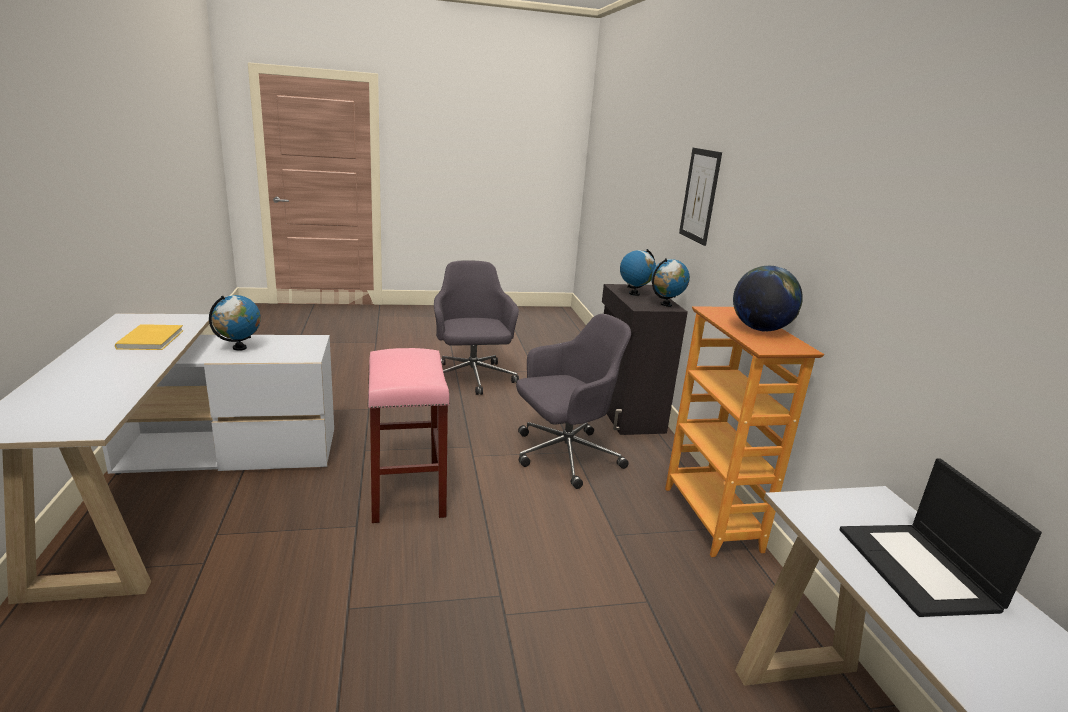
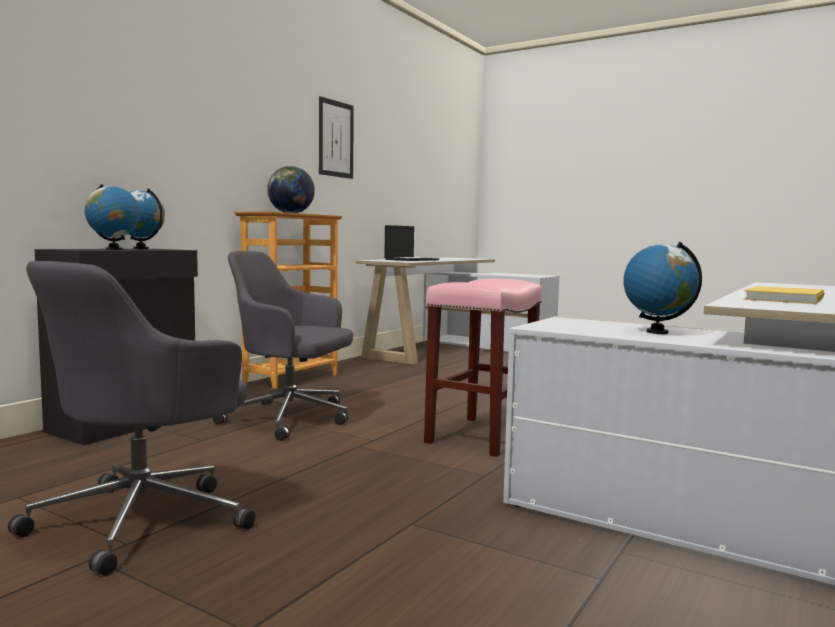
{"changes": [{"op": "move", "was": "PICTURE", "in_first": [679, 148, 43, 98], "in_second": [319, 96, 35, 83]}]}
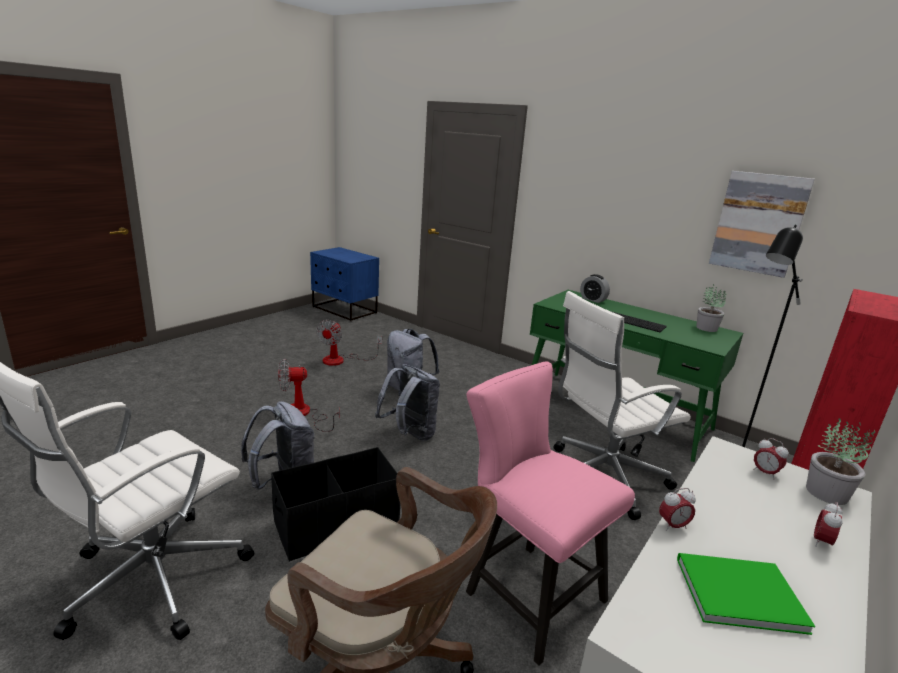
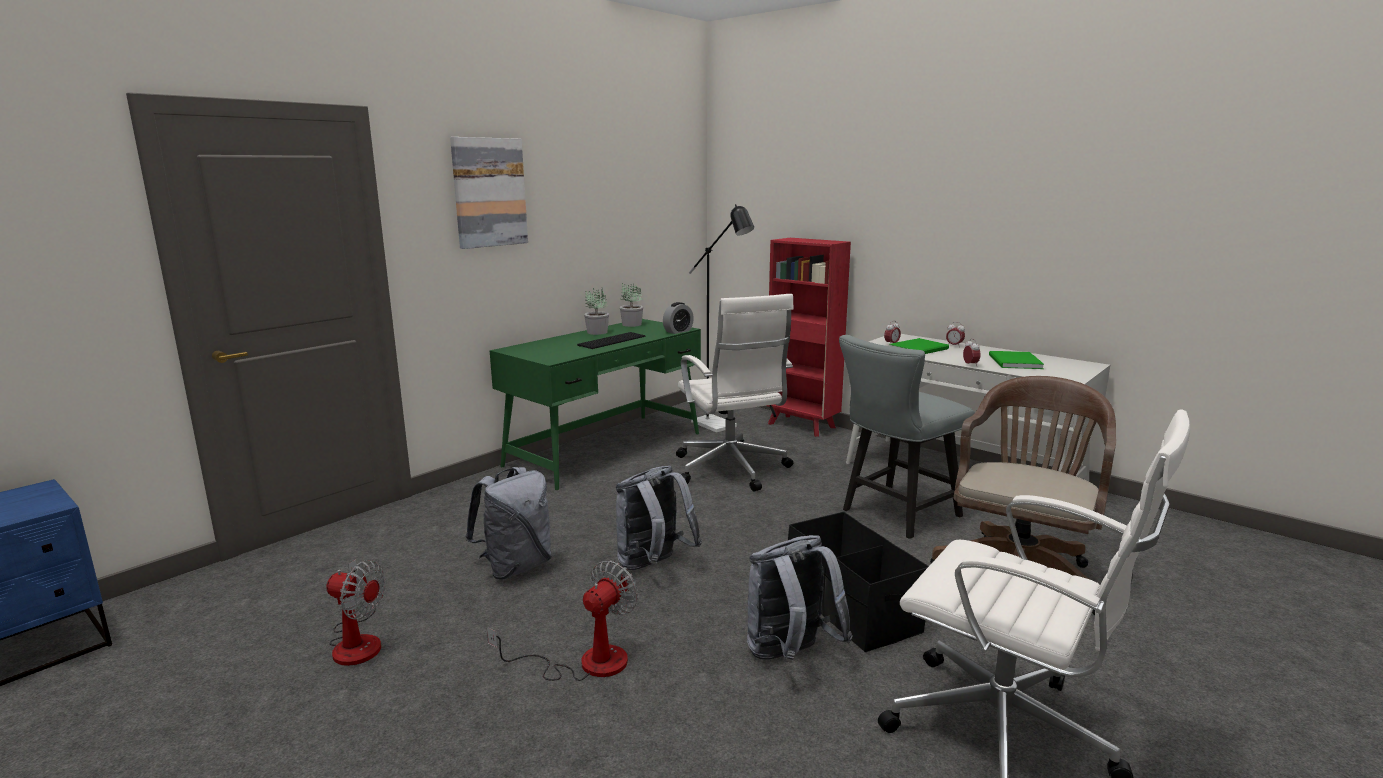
{"changes": [{"op": "insert", "now": "GREEN BOOK", "in_second": [889, 338, 60, 16]}, {"op": "move", "was": "ALARM CLOCK", "in_first": [580, 274, 30, 29], "in_second": [663, 302, 31, 32]}, {"op": "move", "was": "PICTURE", "in_first": [709, 171, 106, 107], "in_second": [450, 137, 78, 112]}, {"op": "move", "was": "POTTED PLANT", "in_first": [806, 418, 69, 87], "in_second": [584, 288, 25, 47]}, {"op": "recolor", "was": "PINK CHAIR", "now": "GREY CHAIR", "in_first": [466, 361, 169, 305], "in_second": [839, 335, 136, 204]}, {"op": "rotate", "was": "FAN", "in_first": [278, 359, 62, 73], "in_second": [487, 560, 151, 121], "clockwise": -135}]}
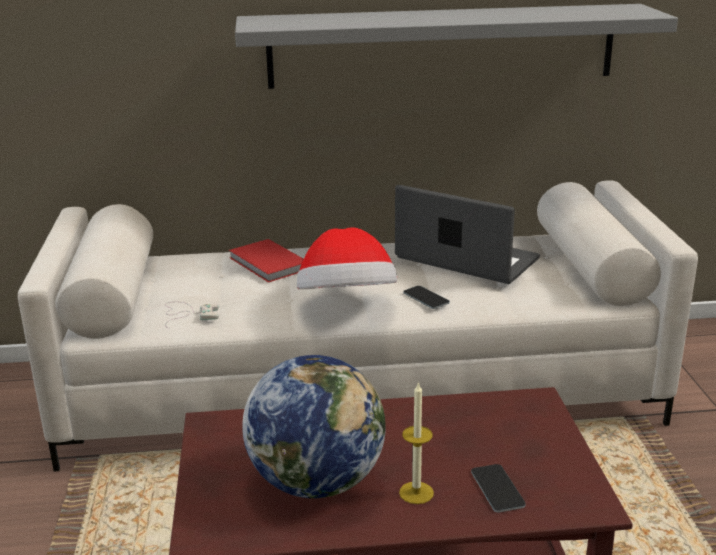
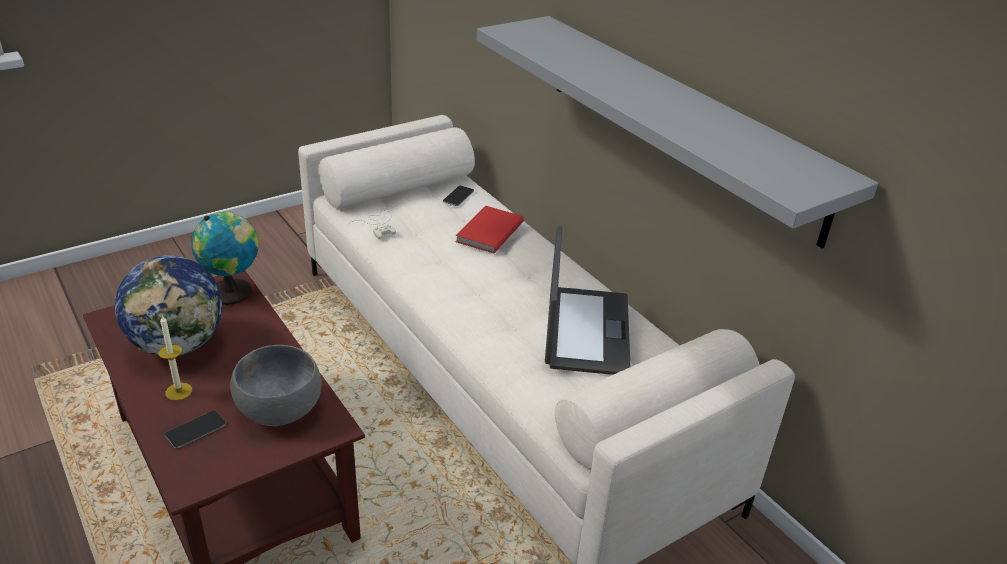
{"changes": [{"op": "delete", "was": "HAT", "in_first": [297, 227, 100, 62]}, {"op": "insert", "now": "GLOBE", "in_second": [191, 212, 68, 93]}, {"op": "insert", "now": "GREY BOWL", "in_second": [230, 345, 92, 81]}, {"op": "move", "was": "PHONE", "in_first": [403, 286, 47, 23], "in_second": [443, 186, 31, 20]}]}
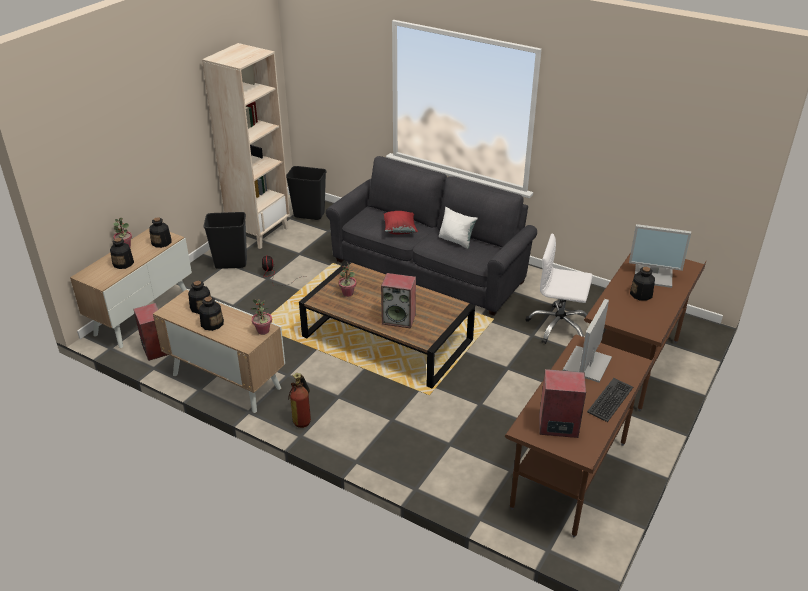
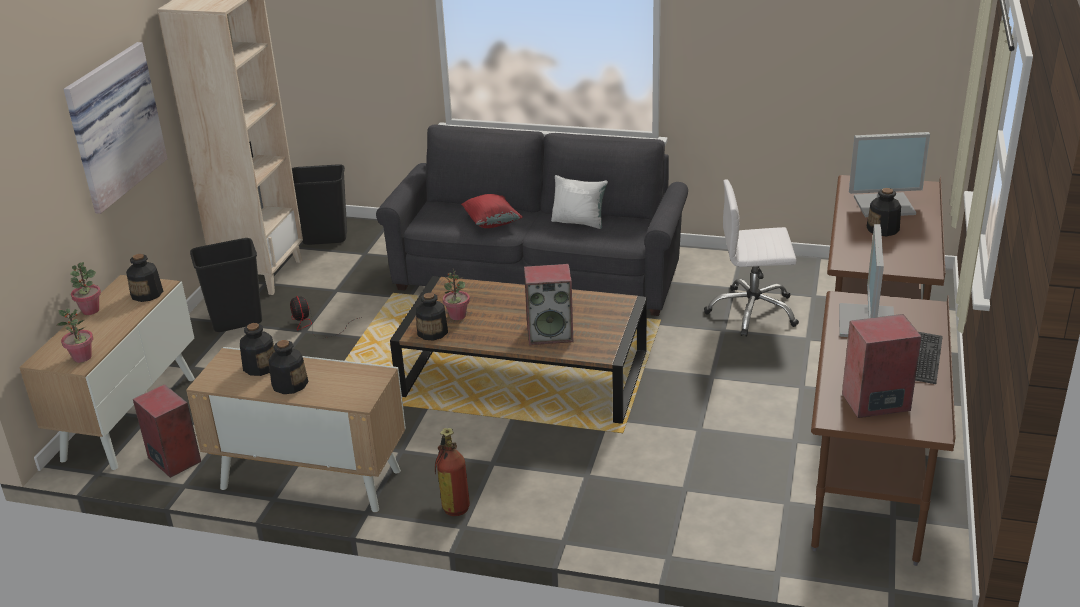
{"changes": [{"op": "insert", "now": "PICTURE", "in_second": [63, 42, 105, 172]}, {"op": "move", "was": "BOTTLE", "in_first": [110, 238, 24, 31], "in_second": [416, 293, 32, 48]}, {"op": "move", "was": "POTTED PLANT", "in_first": [251, 299, 21, 36], "in_second": [57, 308, 36, 55]}]}
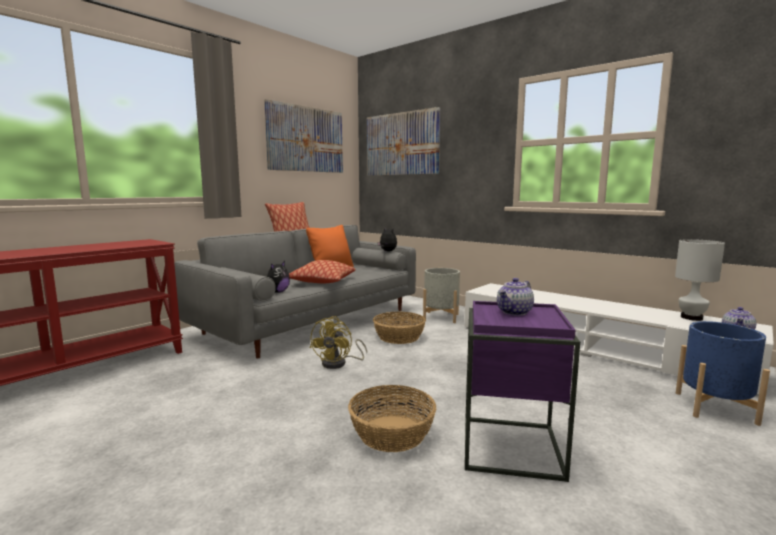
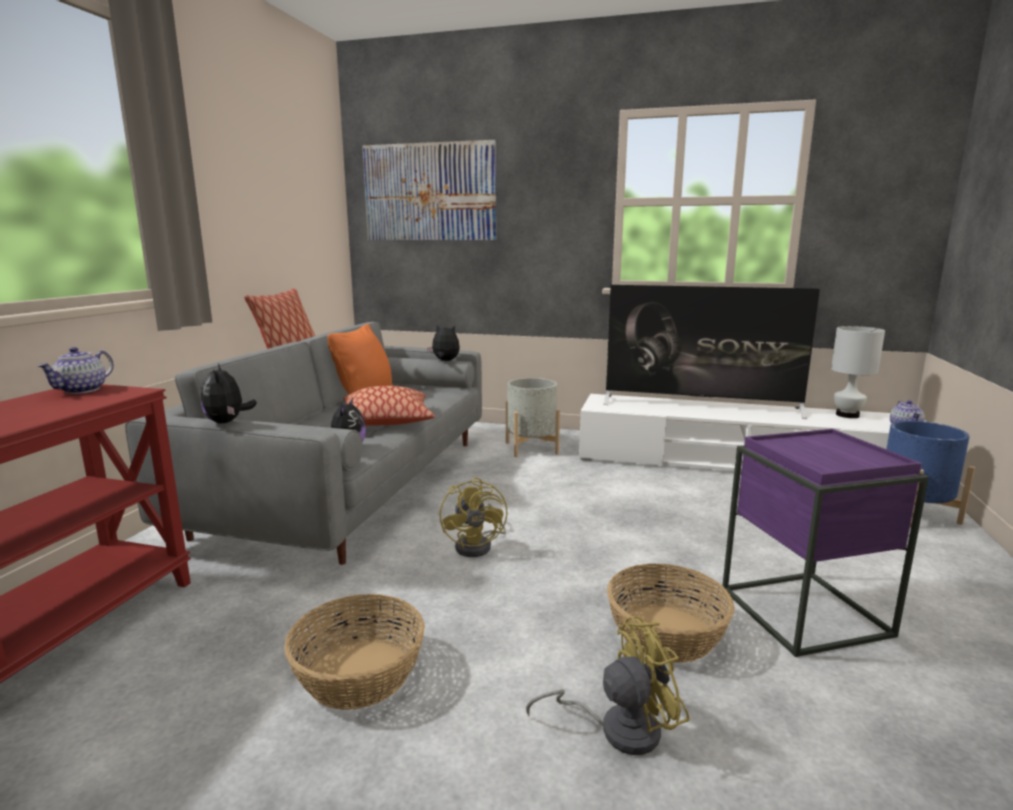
{"changes": [{"op": "delete", "was": "PICTURE", "in_first": [264, 99, 79, 74]}, {"op": "insert", "now": "PLUSH TOY", "in_second": [201, 364, 56, 59]}, {"op": "insert", "now": "YELLOW FAN", "in_second": [526, 617, 164, 138]}, {"op": "insert", "now": "TELEVISION", "in_second": [604, 285, 216, 134]}, {"op": "move", "was": "BASKET", "in_first": [373, 312, 53, 32], "in_second": [284, 594, 141, 116]}, {"op": "move", "was": "TEAPOT", "in_first": [497, 278, 37, 38], "in_second": [37, 347, 77, 47]}]}
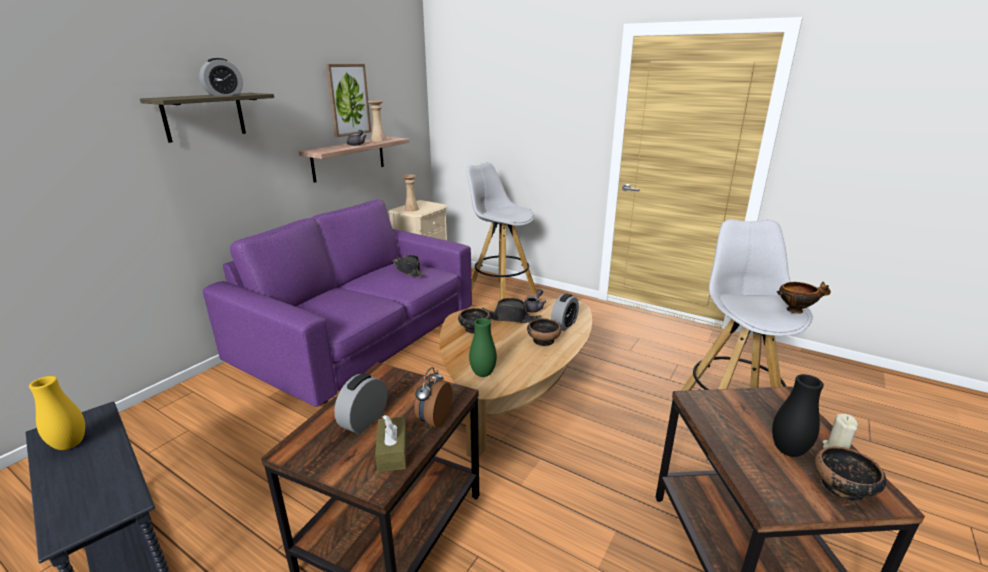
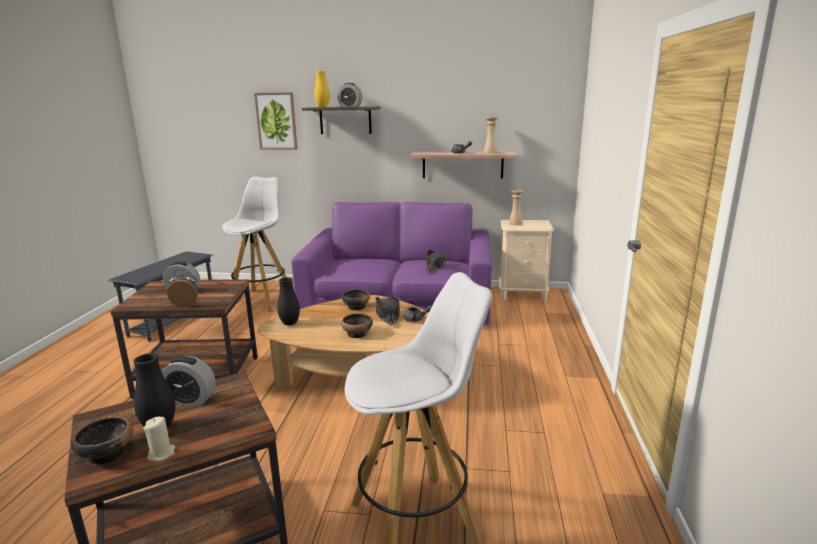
{"changes": [{"op": "delete", "was": "BROWN TISSUE BOX", "in_first": [375, 415, 32, 57]}, {"op": "delete", "was": "BOWL", "in_first": [777, 282, 54, 32]}, {"op": "move", "was": "YELLOW VASE", "in_first": [29, 376, 56, 74], "in_second": [314, 71, 16, 36]}, {"op": "move", "was": "PICTURE", "in_first": [326, 64, 45, 73], "in_second": [254, 92, 43, 58]}, {"op": "move", "was": "WHITE STOOL", "in_first": [466, 162, 71, 138], "in_second": [222, 176, 64, 136]}, {"op": "move", "was": "ALARM CLOCK", "in_first": [551, 294, 28, 37], "in_second": [161, 356, 55, 50]}, {"op": "recolor", "was": "GREEN VASE", "now": "BLACK VASE", "in_first": [469, 318, 28, 59], "in_second": [277, 277, 23, 48]}]}
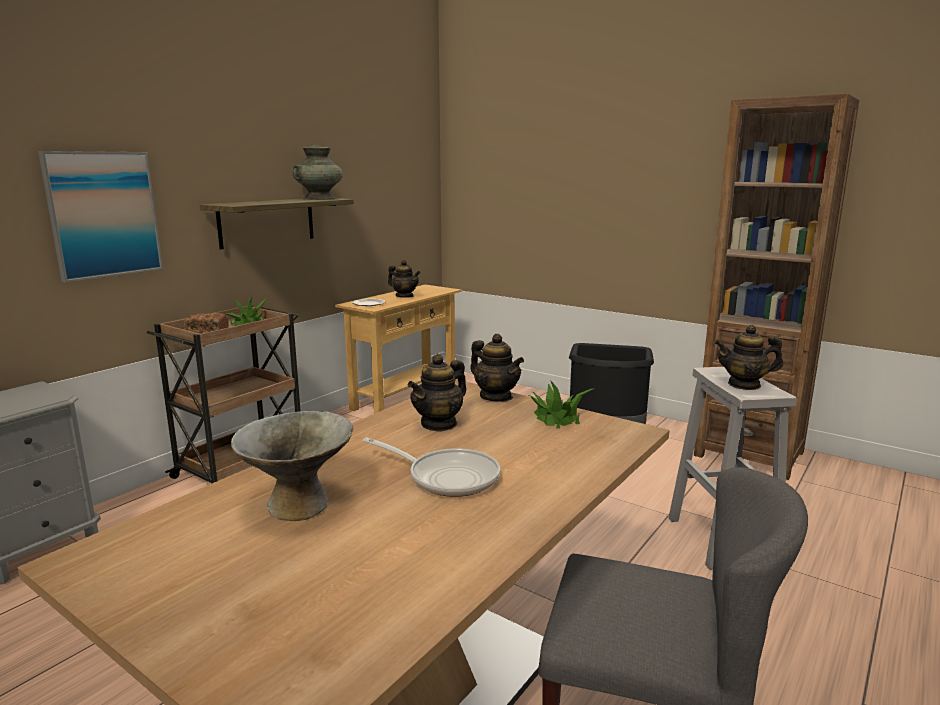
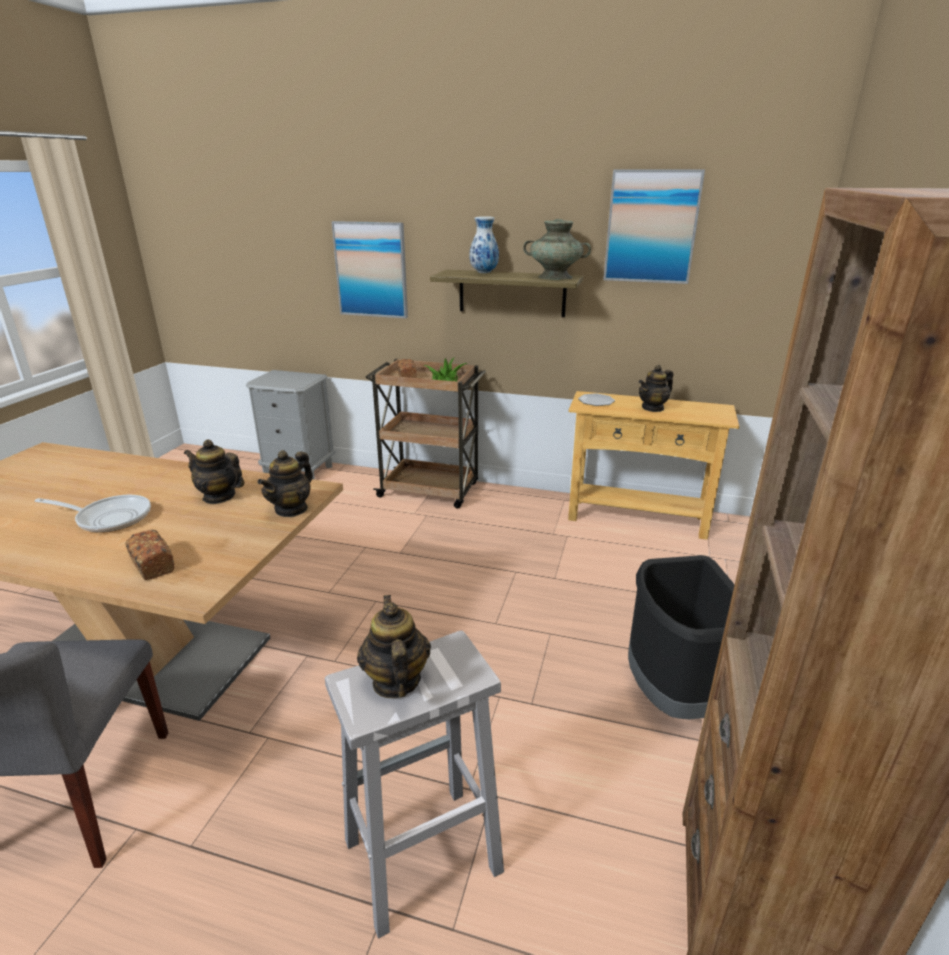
{"changes": [{"op": "delete", "was": "GREY BOWL", "in_first": [231, 411, 122, 110]}, {"op": "delete", "was": "POTTED PLANT", "in_first": [529, 380, 64, 49]}, {"op": "insert", "now": "BREAD", "in_second": [125, 530, 50, 50]}, {"op": "insert", "now": "VASE", "in_second": [470, 216, 29, 57]}, {"op": "insert", "now": "PICTURE", "in_second": [603, 170, 102, 114]}, {"op": "rotate", "was": "FRYING PAN", "in_first": [363, 437, 137, 60], "in_second": [35, 495, 116, 38], "clockwise": -90}, {"op": "rotate", "was": "TEAPOT", "in_first": [388, 260, 32, 38], "in_second": [639, 365, 34, 47], "clockwise": 45}]}
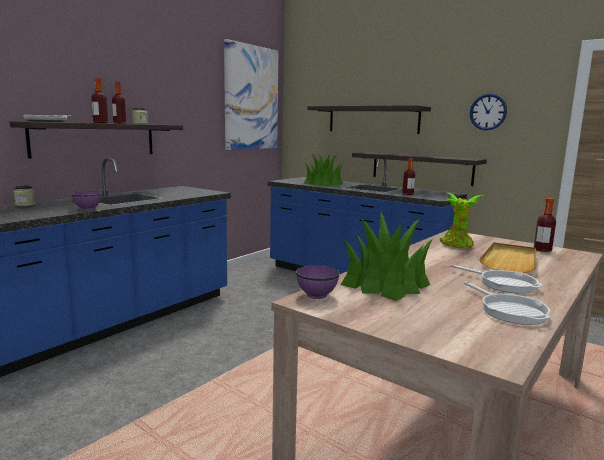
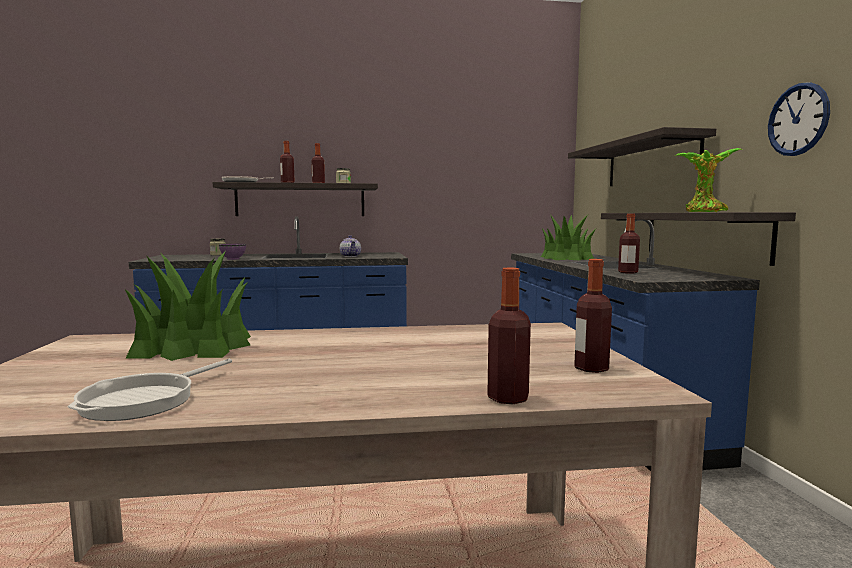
{"changes": [{"op": "delete", "was": "PICTURE", "in_first": [224, 39, 54, 111]}, {"op": "delete", "was": "PURPLE BOWL", "in_first": [296, 265, 44, 34]}, {"op": "delete", "was": "FRYING PAN", "in_first": [450, 264, 93, 30]}, {"op": "delete", "was": "BEIGE TRAY", "in_first": [479, 242, 57, 31]}, {"op": "insert", "now": "TEAPOT", "in_second": [340, 235, 21, 22]}, {"op": "insert", "now": "BOTTLE", "in_second": [487, 268, 44, 136]}, {"op": "move", "was": "POTTED PLANT", "in_first": [440, 193, 43, 55], "in_second": [676, 148, 66, 64]}]}
